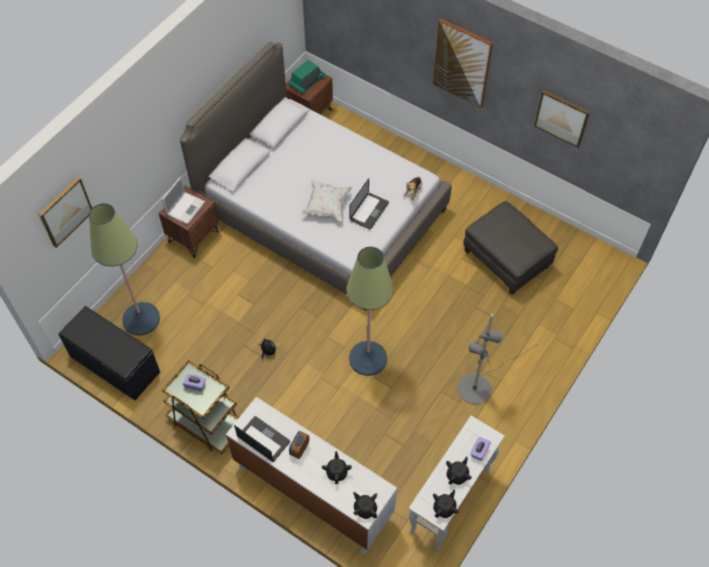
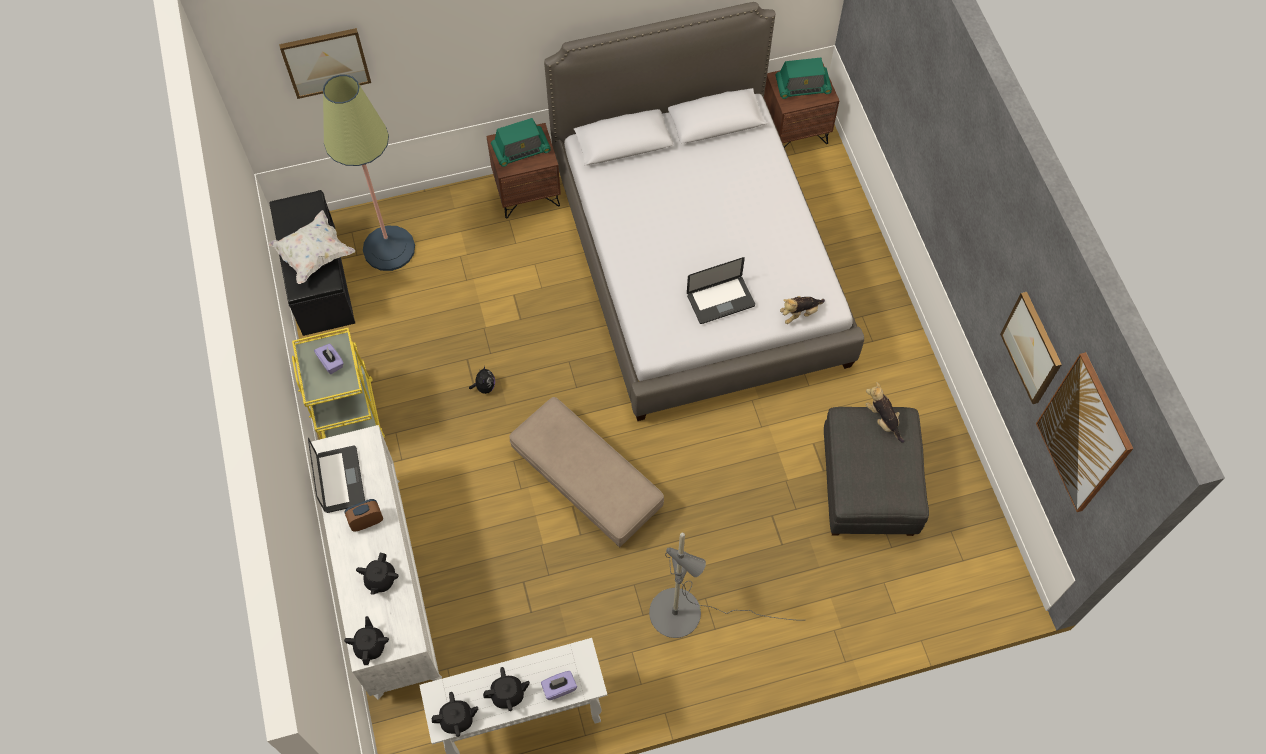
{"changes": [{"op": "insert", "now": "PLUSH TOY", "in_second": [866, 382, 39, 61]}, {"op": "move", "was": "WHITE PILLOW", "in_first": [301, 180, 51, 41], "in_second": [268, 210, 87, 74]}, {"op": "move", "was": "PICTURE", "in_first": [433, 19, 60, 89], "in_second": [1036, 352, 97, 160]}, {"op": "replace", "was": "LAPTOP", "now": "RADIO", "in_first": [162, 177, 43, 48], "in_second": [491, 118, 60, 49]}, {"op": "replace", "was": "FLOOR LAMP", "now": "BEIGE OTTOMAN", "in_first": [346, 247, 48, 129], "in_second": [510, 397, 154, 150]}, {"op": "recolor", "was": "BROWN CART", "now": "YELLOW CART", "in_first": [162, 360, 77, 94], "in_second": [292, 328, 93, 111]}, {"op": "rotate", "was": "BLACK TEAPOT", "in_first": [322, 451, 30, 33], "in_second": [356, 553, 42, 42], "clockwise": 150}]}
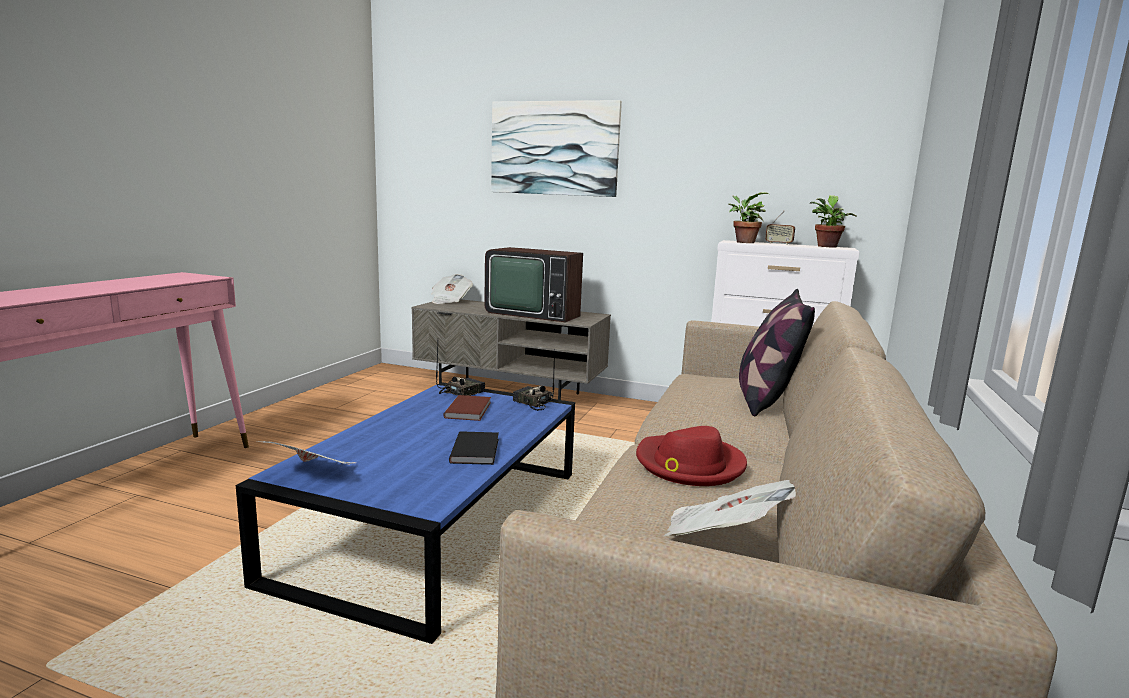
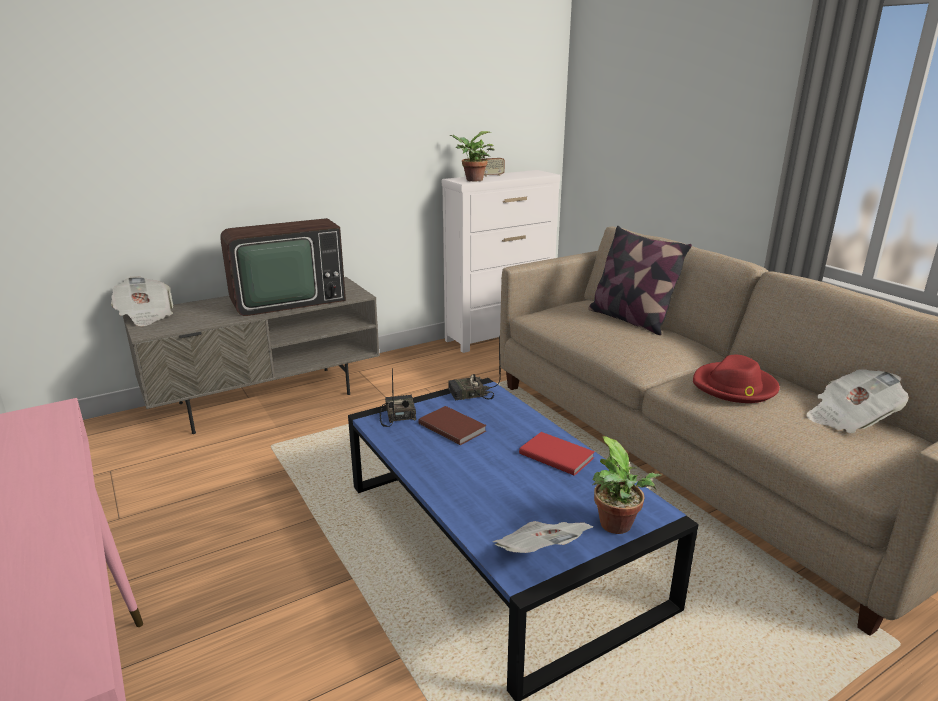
{"changes": [{"op": "delete", "was": "PICTURE", "in_first": [491, 100, 131, 97]}, {"op": "move", "was": "POTTED PLANT", "in_first": [810, 195, 47, 52], "in_second": [592, 436, 70, 98]}, {"op": "recolor", "was": "BLACK BOOK", "now": "RED BOOK", "in_first": [449, 431, 50, 34], "in_second": [519, 432, 76, 44]}]}
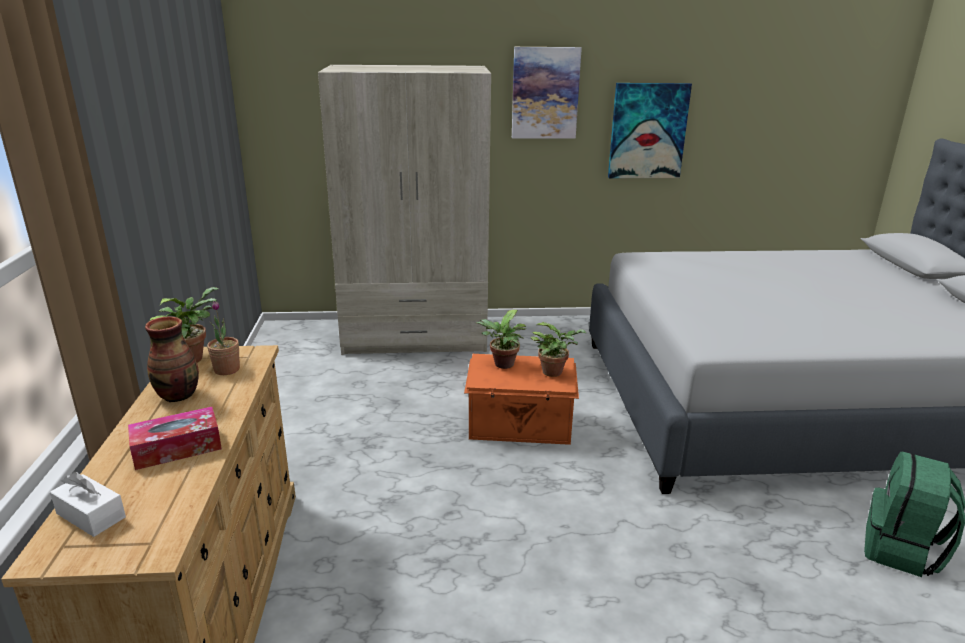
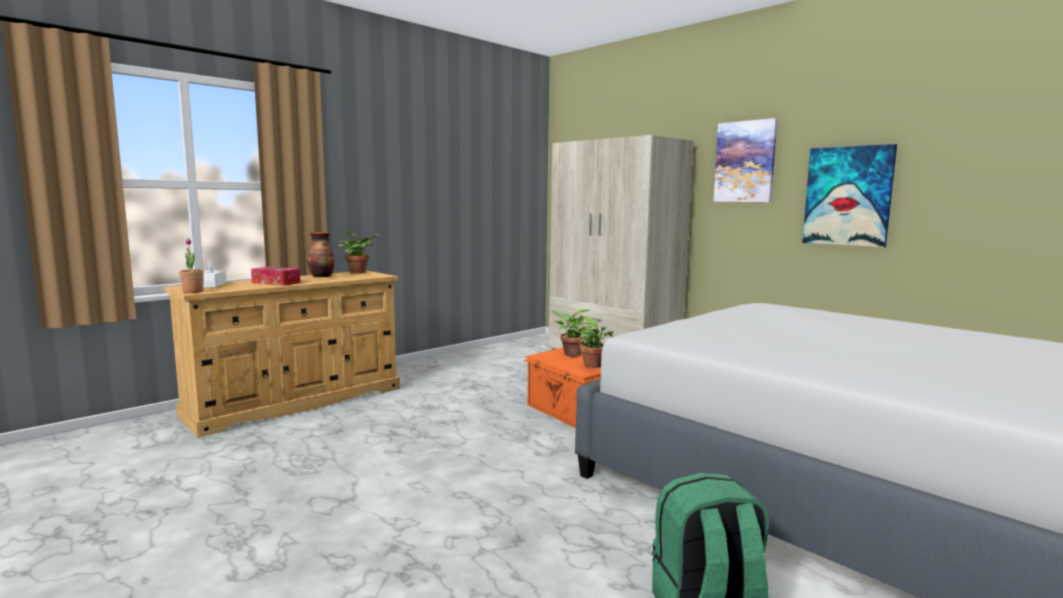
{"changes": [{"op": "move", "was": "POTTED PLANT", "in_first": [207, 301, 33, 74], "in_second": [179, 238, 25, 55]}]}
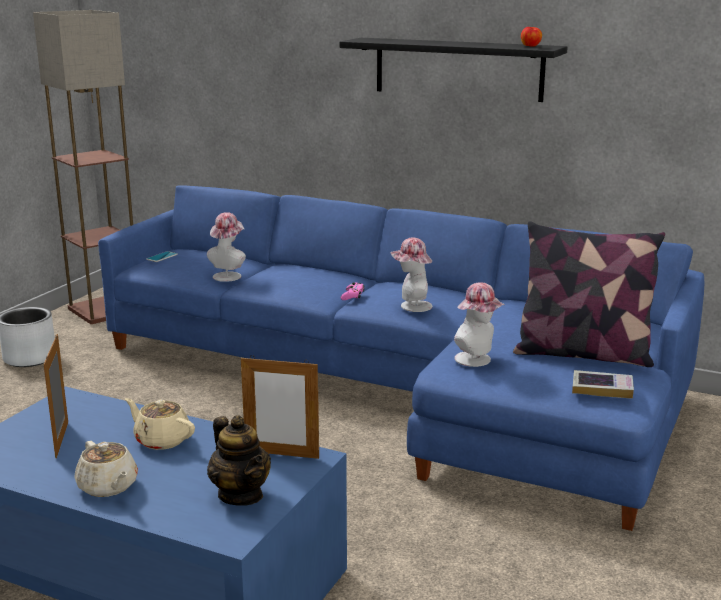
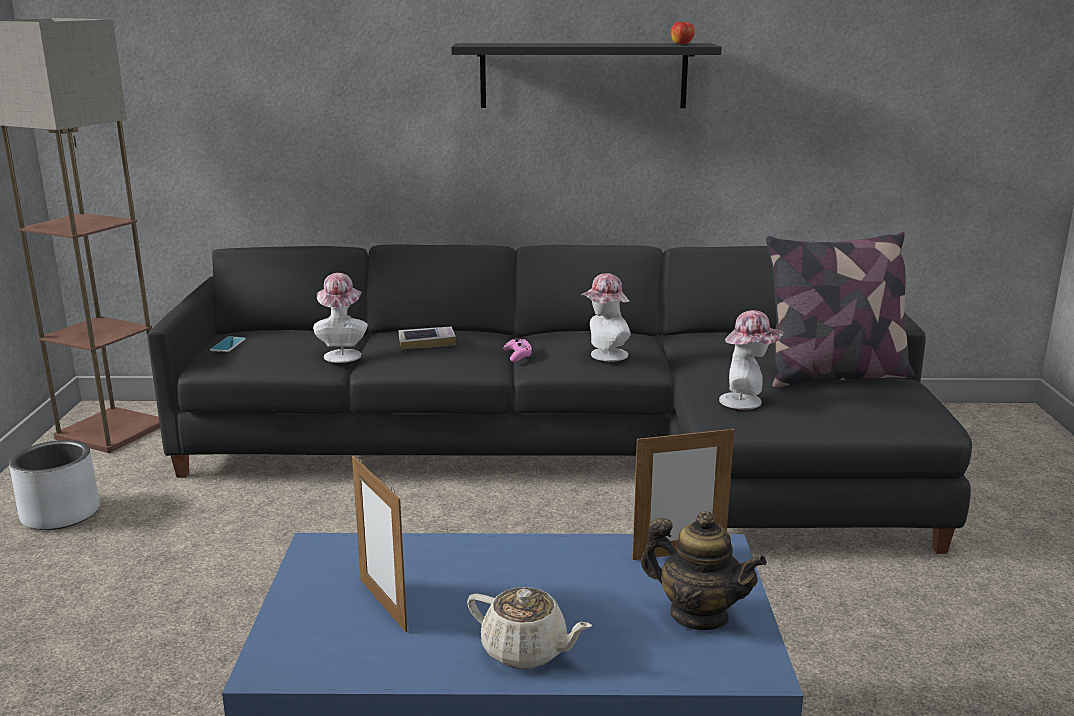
{"changes": [{"op": "delete", "was": "BEIGE TEAPOT", "in_first": [125, 398, 70, 52]}, {"op": "move", "was": "BOOK", "in_first": [572, 370, 62, 29], "in_second": [398, 327, 58, 22]}, {"op": "recolor", "was": "BLUE SOFA", "now": "BLACK SOFA", "in_first": [98, 186, 606, 345], "in_second": [147, 245, 825, 309]}]}
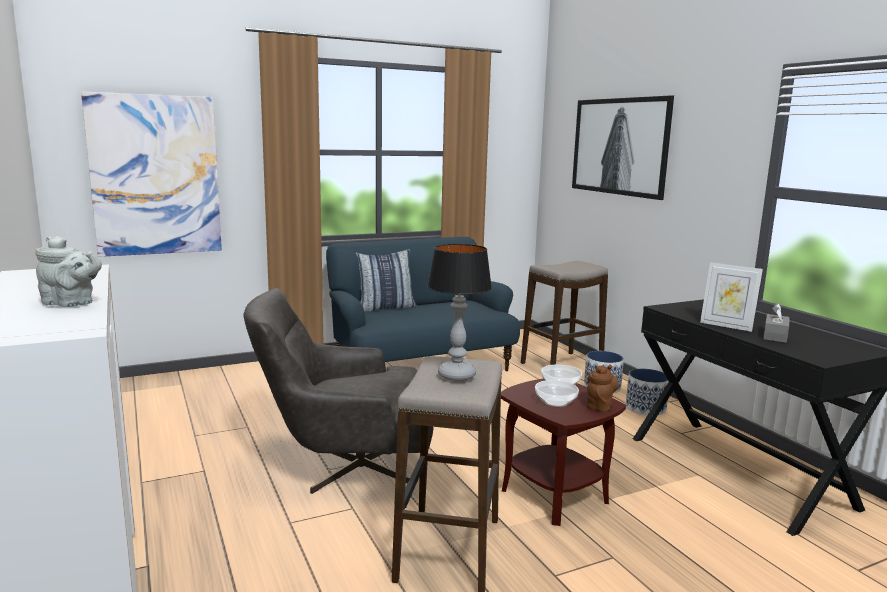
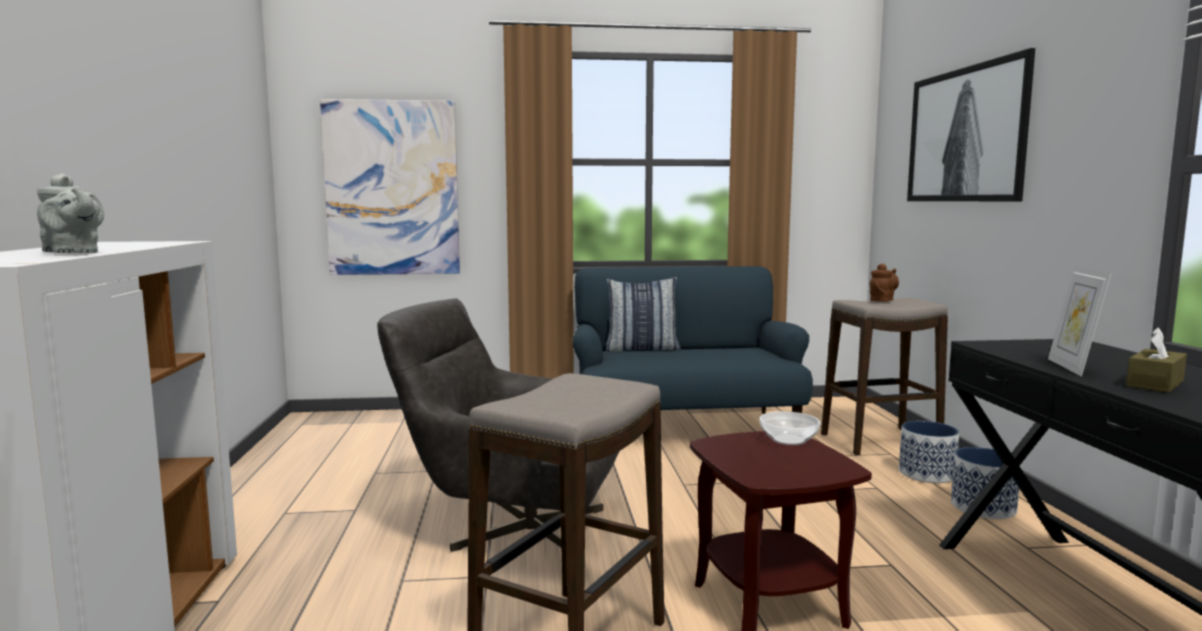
{"changes": [{"op": "delete", "was": "TABLE LAMP", "in_first": [427, 244, 65, 137]}, {"op": "delete", "was": "BOWL", "in_first": [535, 380, 44, 27]}, {"op": "move", "was": "BROWN TEAPOT", "in_first": [587, 365, 32, 47], "in_second": [870, 264, 29, 38]}, {"op": "recolor", "was": "GREY TISSUE BOX", "now": "BROWN TISSUE BOX", "in_first": [763, 303, 26, 40], "in_second": [1126, 327, 61, 66]}, {"op": "rotate", "was": "PICTURE FRAME", "in_first": [700, 262, 63, 70], "in_second": [1048, 266, 64, 110], "clockwise": 45}]}
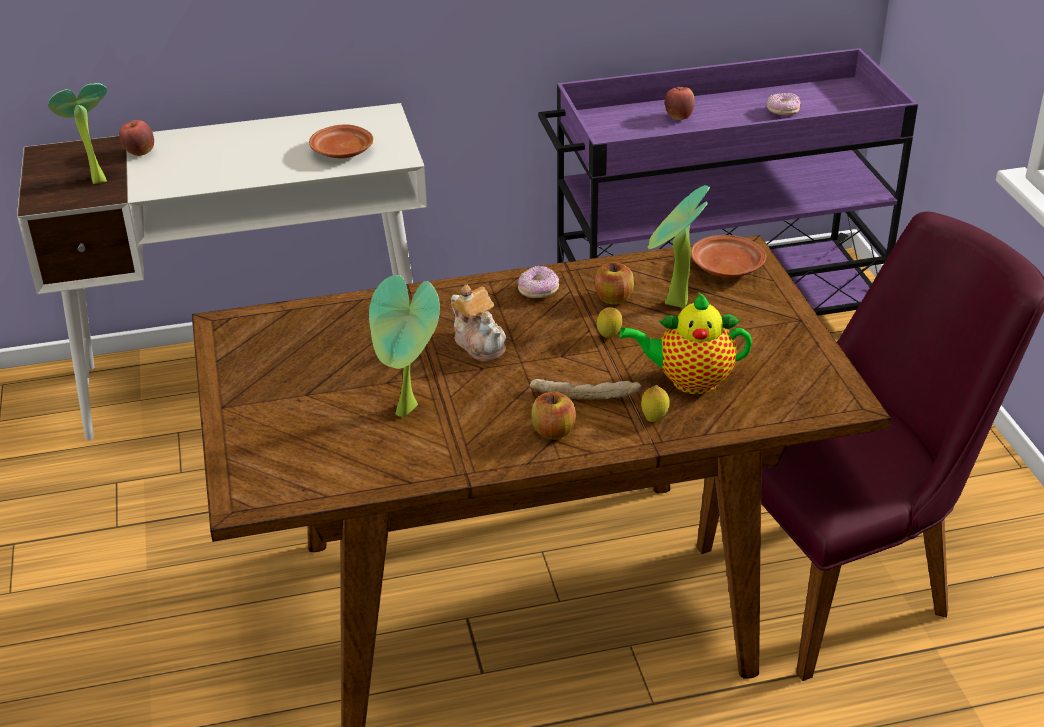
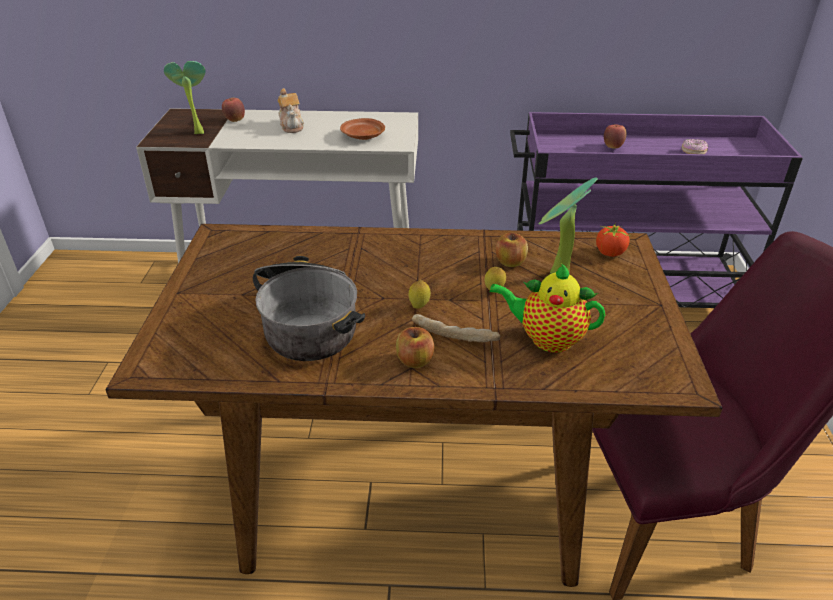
{"changes": [{"op": "delete", "was": "DONUT", "in_first": [518, 266, 41, 32]}, {"op": "move", "was": "TEAPOT", "in_first": [450, 284, 56, 78], "in_second": [277, 88, 27, 45]}, {"op": "move", "was": "LEMON", "in_first": [641, 385, 29, 37], "in_second": [409, 280, 22, 29]}, {"op": "replace", "was": "POTTED PLANT", "now": "COOKING POT", "in_first": [369, 275, 71, 142], "in_second": [253, 256, 112, 105]}, {"op": "replace", "was": "BROWN PLATE", "now": "TOMATO", "in_first": [691, 235, 75, 43], "in_second": [596, 222, 34, 35]}]}
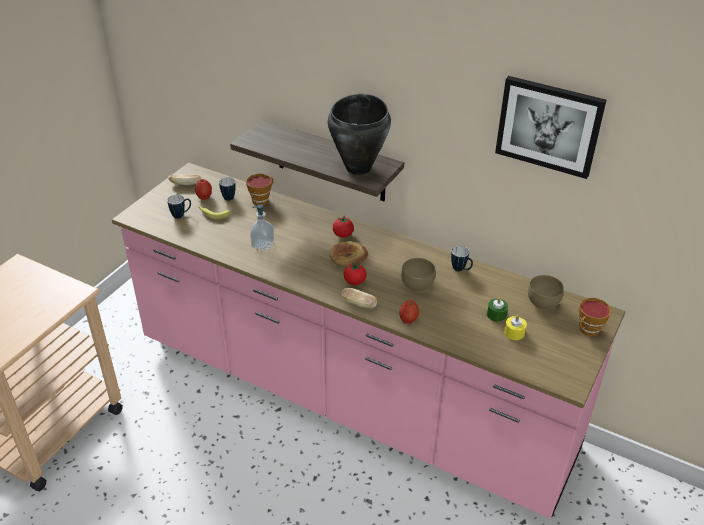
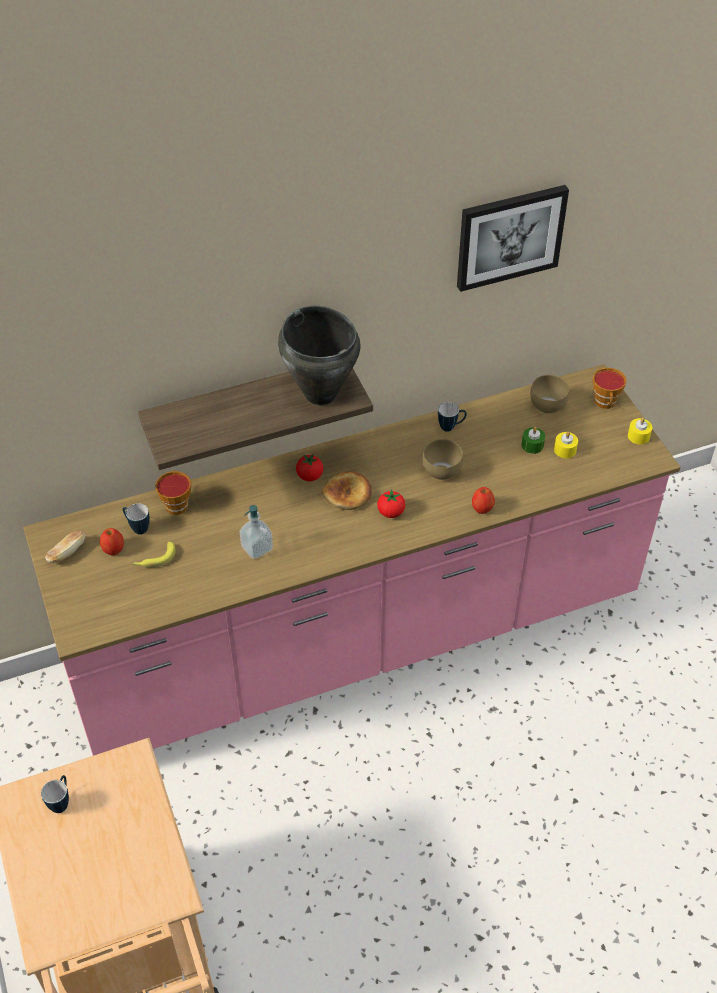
{"changes": [{"op": "delete", "was": "BREAD", "in_first": [342, 288, 35, 20]}, {"op": "insert", "now": "YELLOW CANDLE", "in_second": [628, 418, 24, 26]}, {"op": "move", "was": "MUG", "in_first": [167, 195, 24, 24], "in_second": [41, 775, 28, 38]}]}
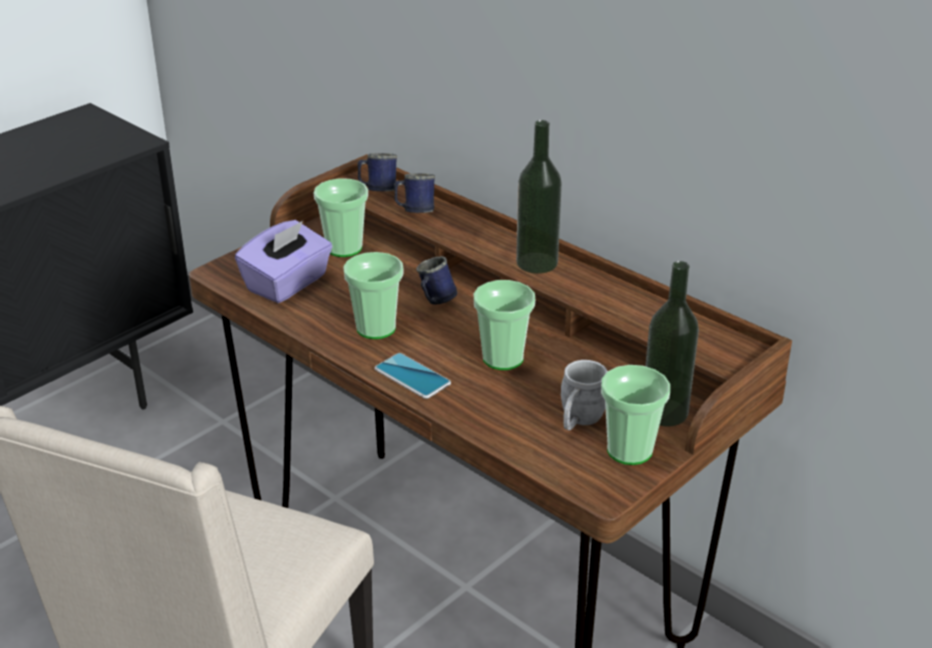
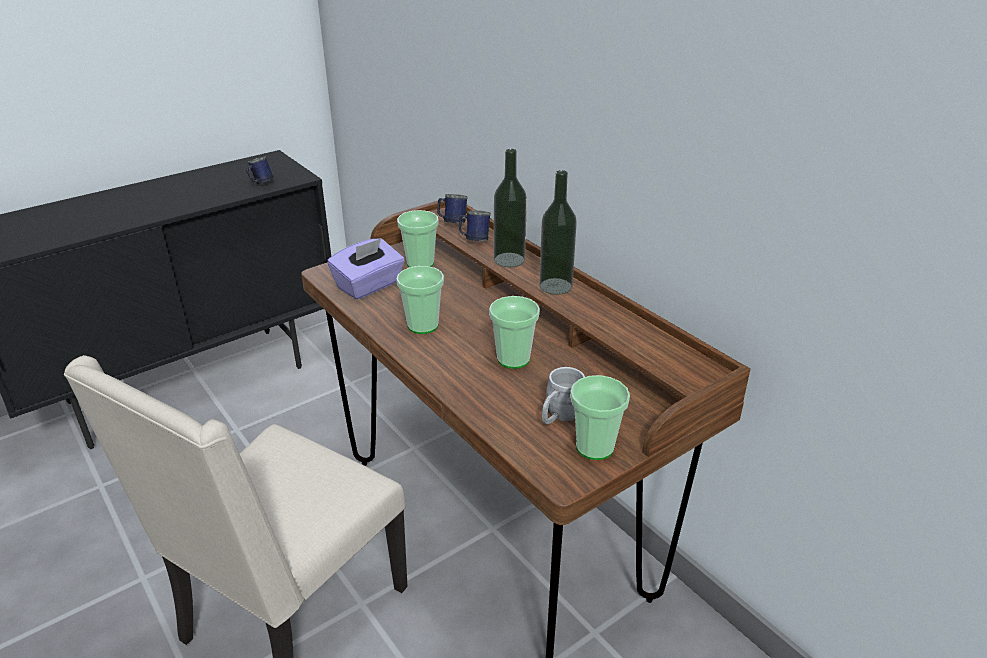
{"changes": [{"op": "delete", "was": "PHONE", "in_first": [374, 353, 77, 46]}, {"op": "move", "was": "BLUE MUG", "in_first": [416, 256, 41, 49], "in_second": [246, 156, 28, 28]}, {"op": "move", "was": "BOTTLE", "in_first": [645, 261, 54, 165], "in_second": [494, 149, 33, 118]}]}
